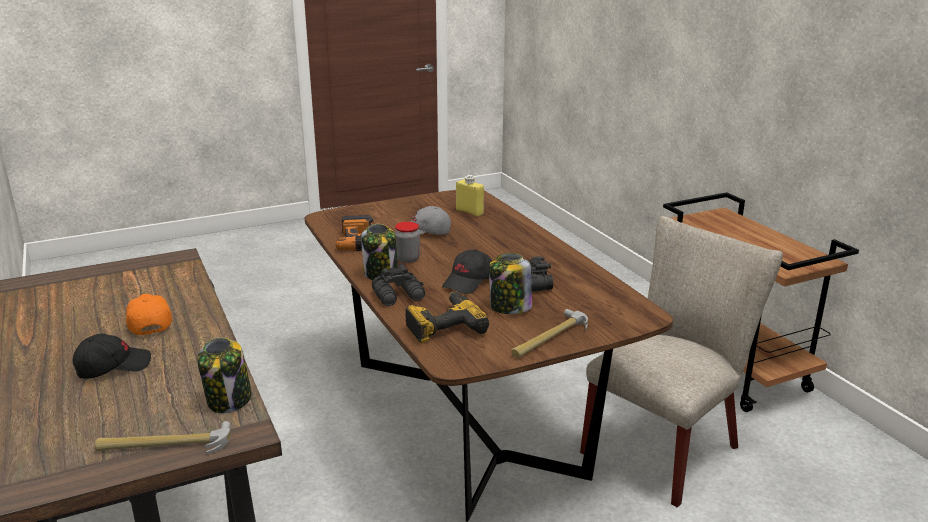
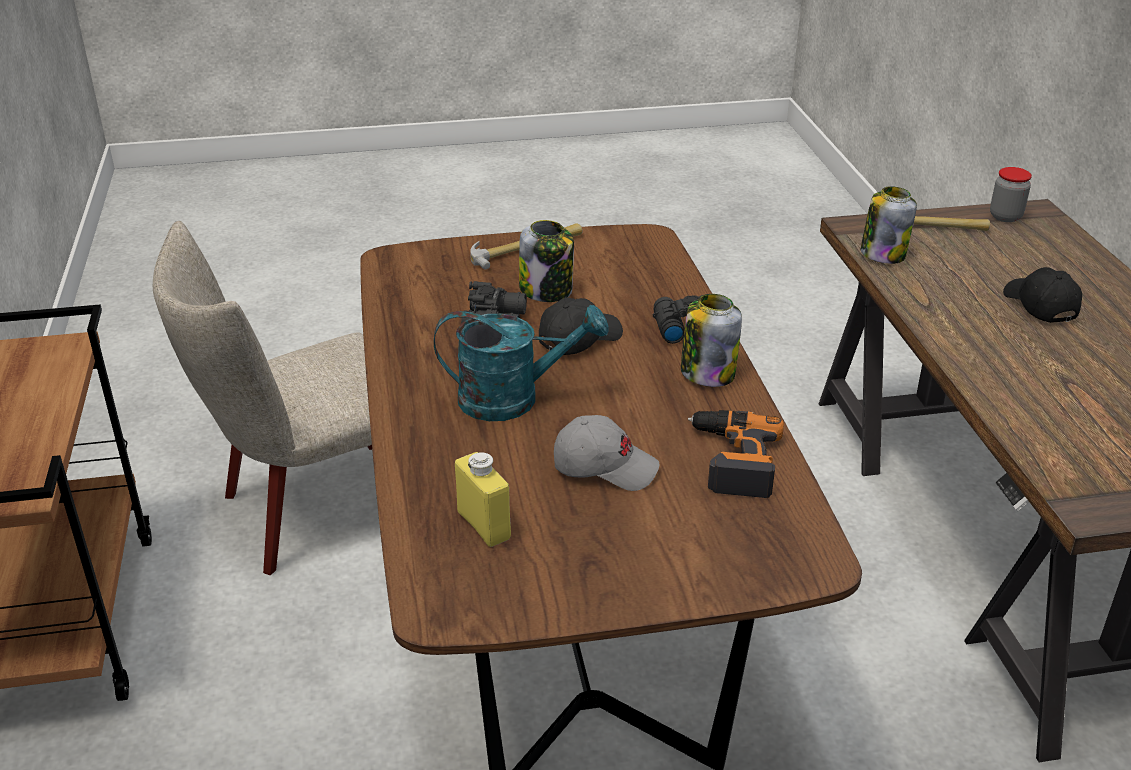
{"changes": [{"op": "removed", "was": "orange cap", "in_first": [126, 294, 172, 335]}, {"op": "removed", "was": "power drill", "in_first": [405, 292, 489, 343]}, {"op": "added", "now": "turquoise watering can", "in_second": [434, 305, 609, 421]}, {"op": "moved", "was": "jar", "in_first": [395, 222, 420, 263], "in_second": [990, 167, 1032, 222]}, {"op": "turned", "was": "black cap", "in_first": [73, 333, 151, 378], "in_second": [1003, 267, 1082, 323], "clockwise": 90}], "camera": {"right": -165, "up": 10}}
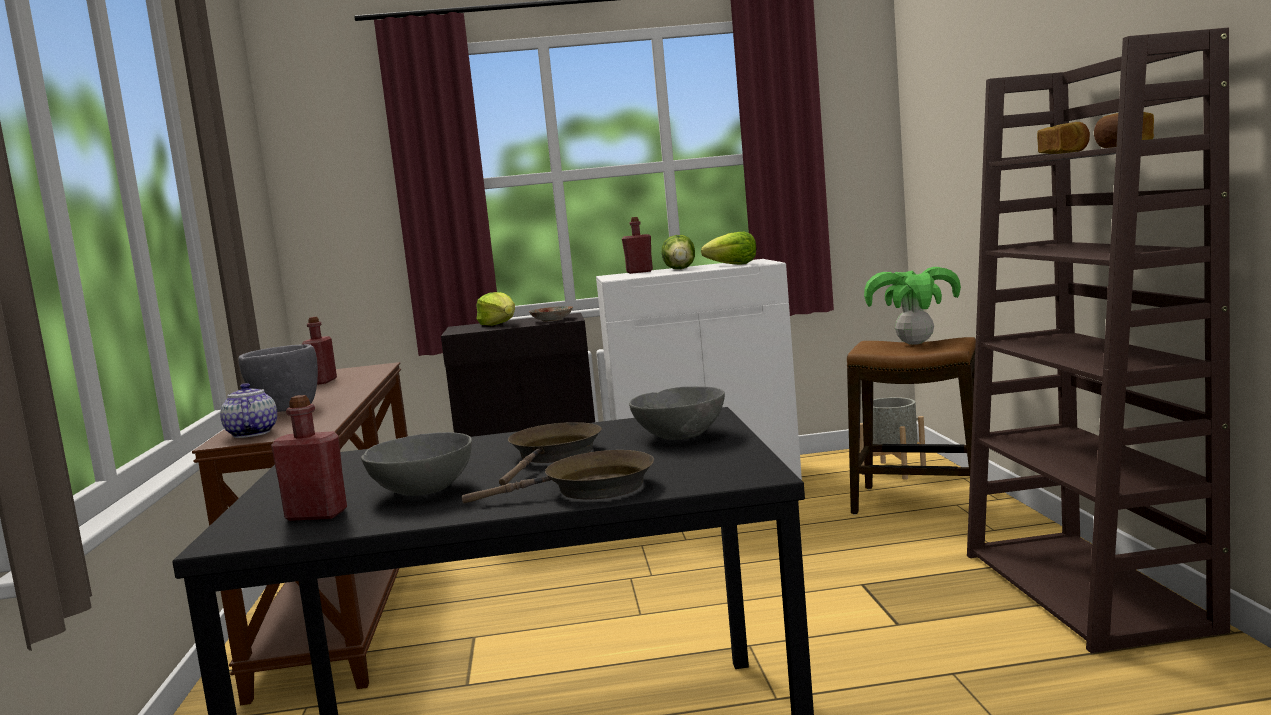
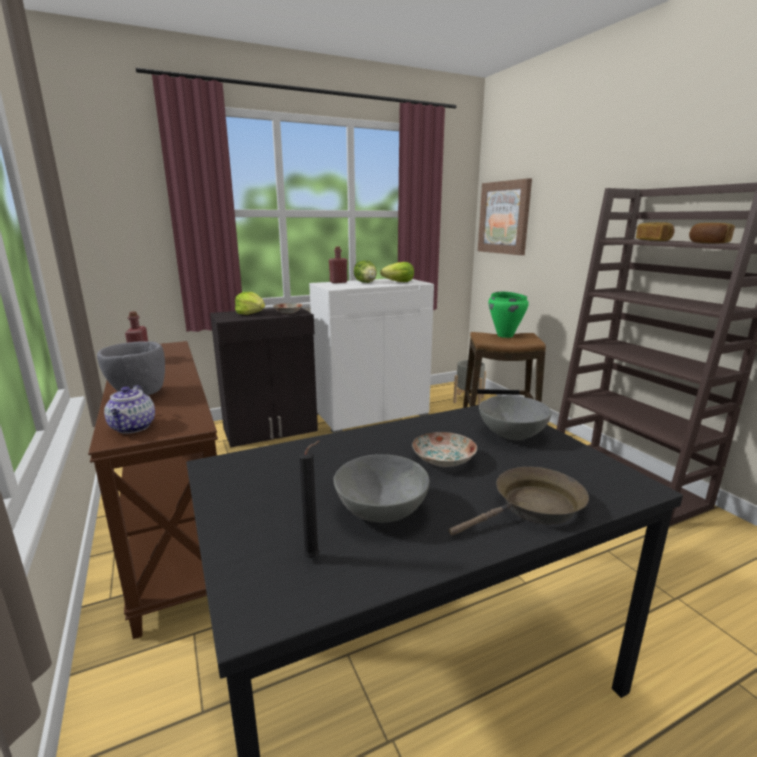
{"changes": [{"op": "added", "now": "picture", "in_second": [478, 178, 532, 255]}, {"op": "replaced", "was": "red bottle", "now": "black candle", "in_first": [271, 395, 347, 521], "in_second": [299, 441, 320, 558]}, {"op": "replaced", "was": "brown frying pan", "now": "plate", "in_first": [499, 422, 602, 486], "in_second": [412, 432, 477, 467]}, {"op": "replaced", "was": "potted plant", "now": "green cooking pot", "in_first": [864, 267, 961, 345], "in_second": [489, 291, 529, 338]}, {"op": "turned", "was": "teapot", "in_first": [220, 383, 277, 438], "in_second": [104, 385, 155, 433], "clockwise": -150}], "camera": {"right": -20, "up": 10}}
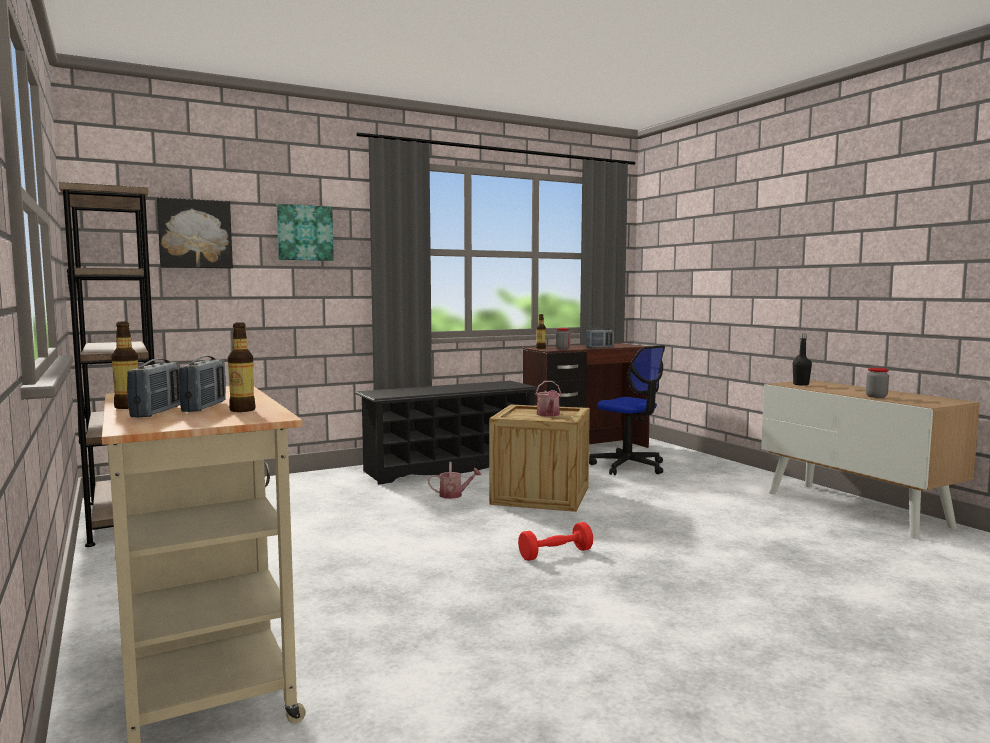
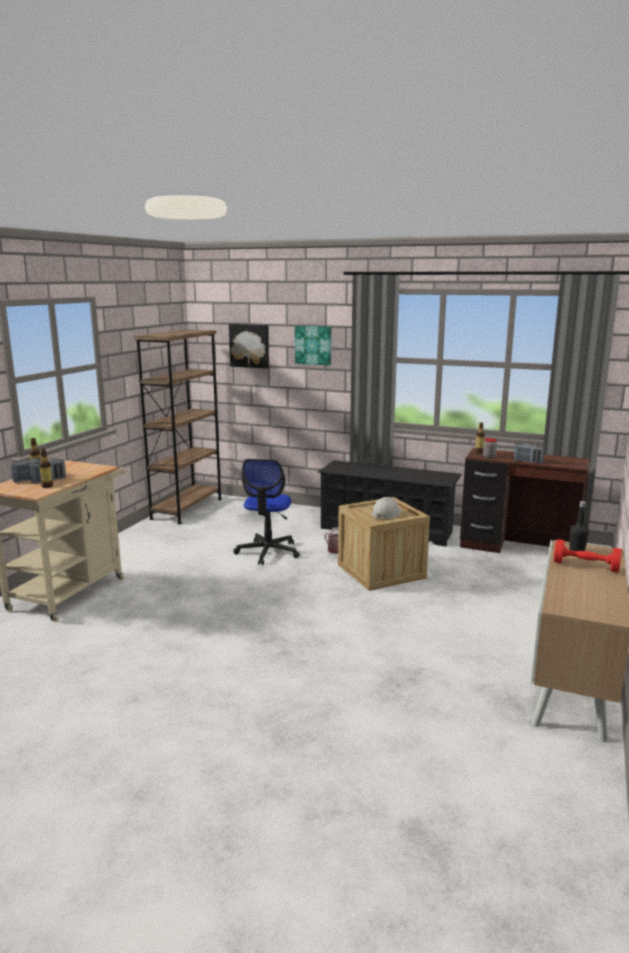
{"changes": [{"op": "removed", "was": "jar", "in_first": [866, 368, 889, 398]}, {"op": "moved", "was": "red dumbbell", "in_first": [518, 522, 593, 561], "in_second": [554, 539, 622, 573]}, {"op": "moved", "was": "office chair", "in_first": [589, 345, 665, 475], "in_second": [233, 459, 300, 565]}, {"op": "replaced", "was": "watering can", "now": "white hard hat", "in_first": [536, 381, 561, 417], "in_second": [371, 497, 402, 520]}], "camera": {"right": 50, "up": 10}}
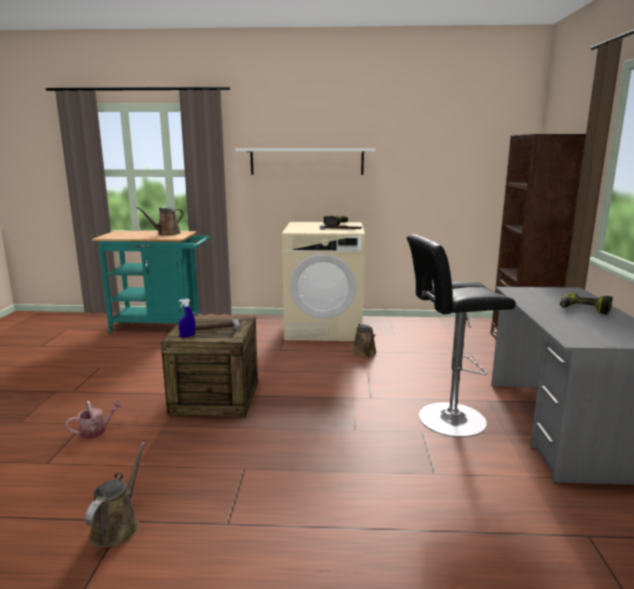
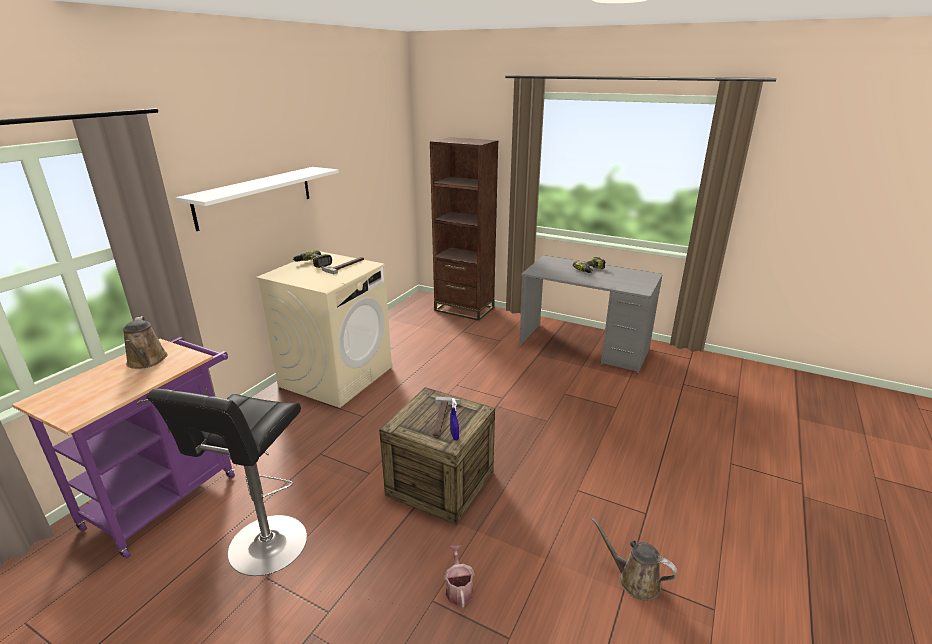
{"changes": [{"op": "removed", "was": "brown watering can", "in_first": [352, 323, 377, 357]}, {"op": "moved", "was": "black stool", "in_first": [406, 234, 516, 437], "in_second": [146, 389, 307, 576]}, {"op": "recoloured", "was": "turquoise cart", "now": "purple cart", "in_first": [92, 231, 210, 333], "in_second": [12, 337, 235, 559]}], "camera": {"right": -65, "up": 10}}
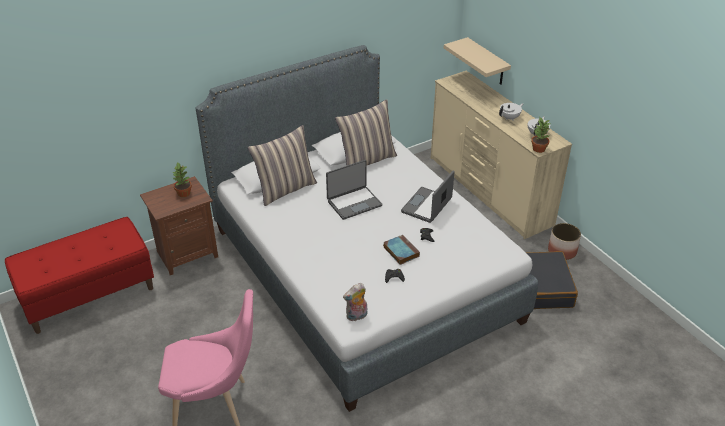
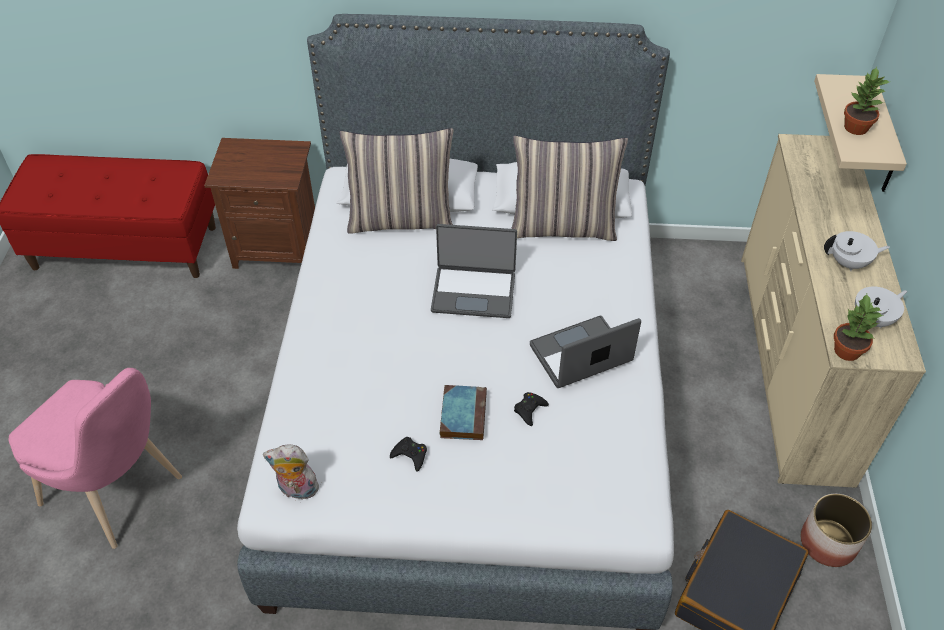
{"changes": [{"op": "moved", "was": "potted plant", "in_first": [173, 163, 192, 197], "in_second": [844, 67, 889, 135]}], "camera": {"right": 35, "up": 10}}
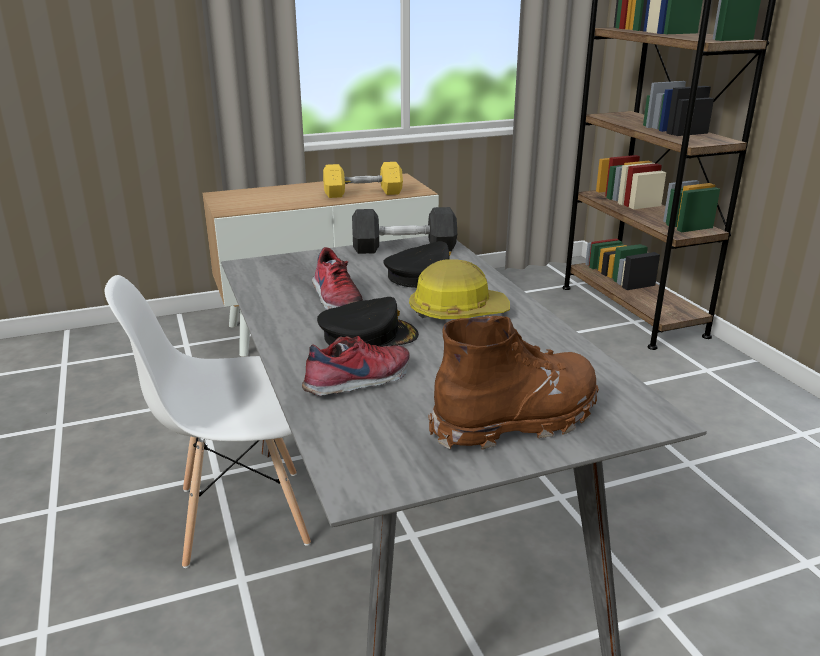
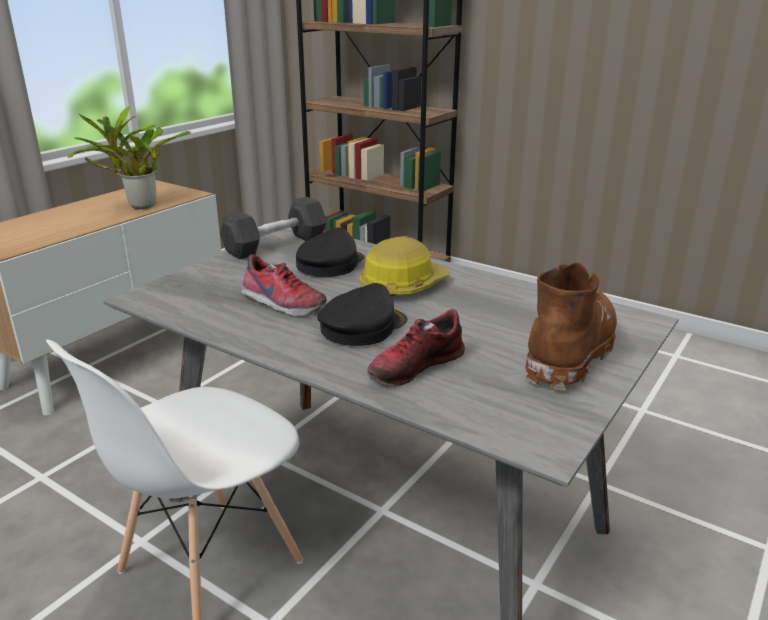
{"changes": [{"op": "replaced", "was": "yellow dumbbell", "now": "potted plant", "in_first": [323, 162, 403, 198], "in_second": [68, 107, 191, 209]}, {"op": "turned", "was": "shoe", "in_first": [302, 336, 410, 396], "in_second": [367, 309, 465, 388], "clockwise": -150}], "camera": {"right": -35, "up": 0}}
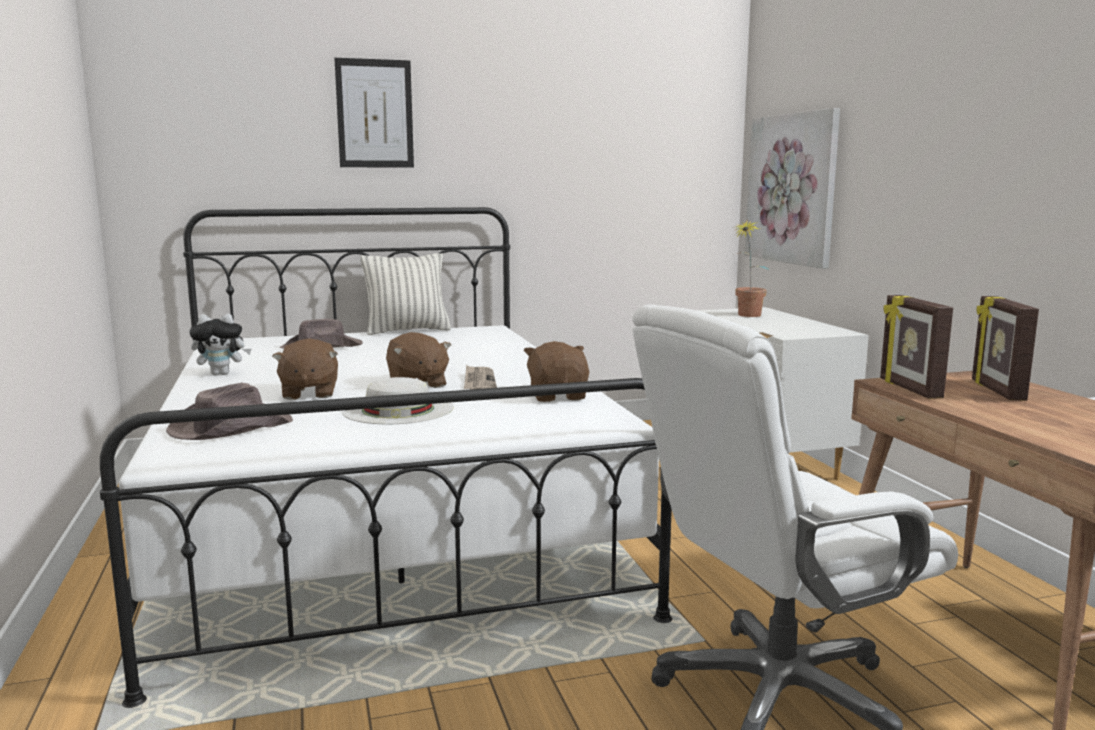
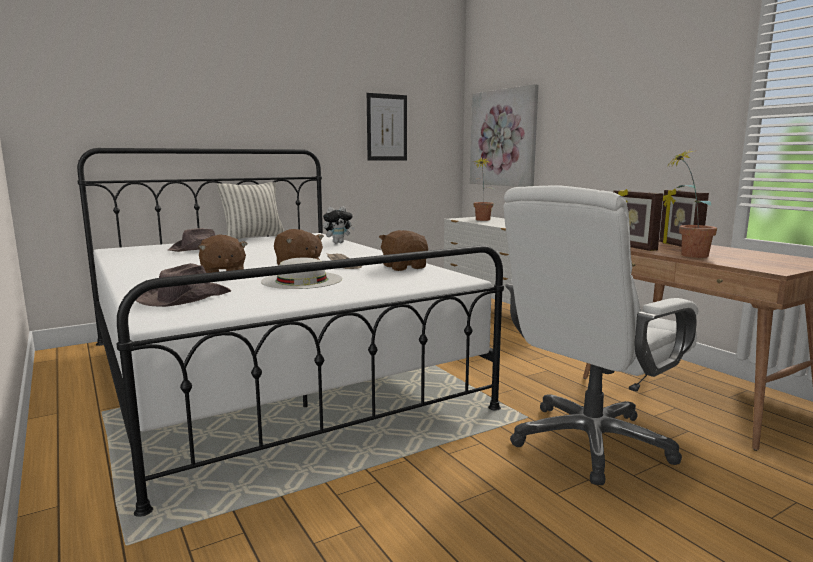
{"changes": [{"op": "added", "now": "potted plant", "in_second": [669, 150, 717, 258]}, {"op": "moved", "was": "plush toy", "in_first": [190, 314, 251, 375], "in_second": [323, 206, 355, 243]}, {"op": "moved", "was": "picture", "in_first": [335, 58, 414, 168], "in_second": [367, 93, 407, 161]}], "camera": {"right": -15, "up": 0}}
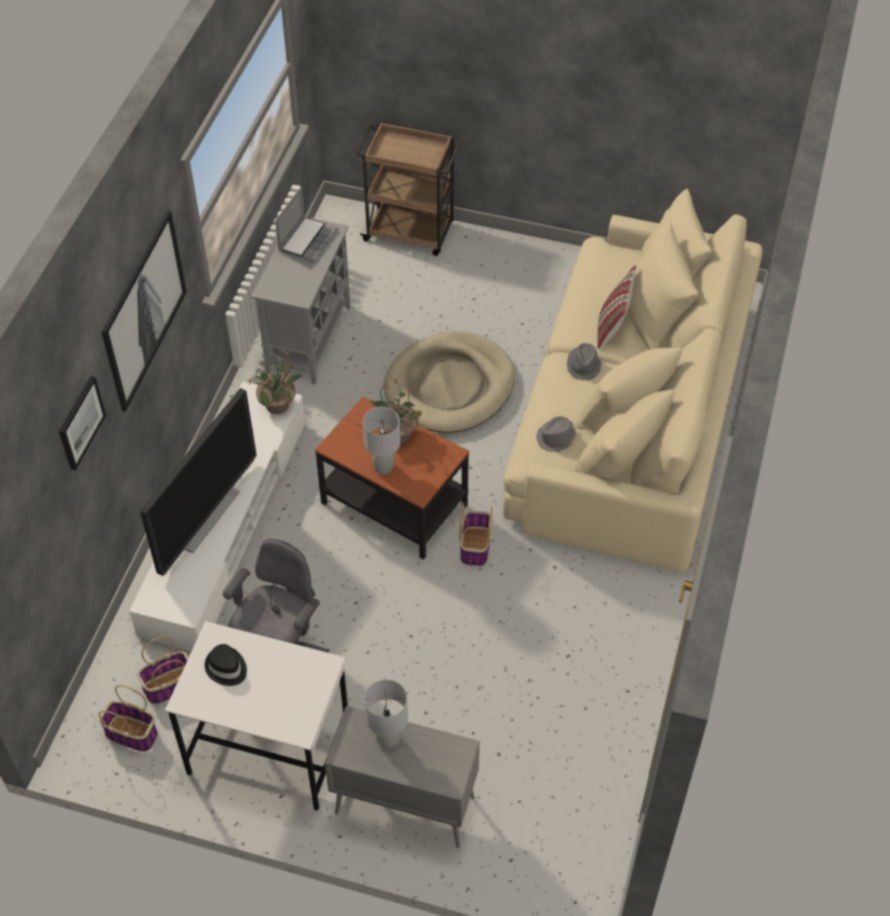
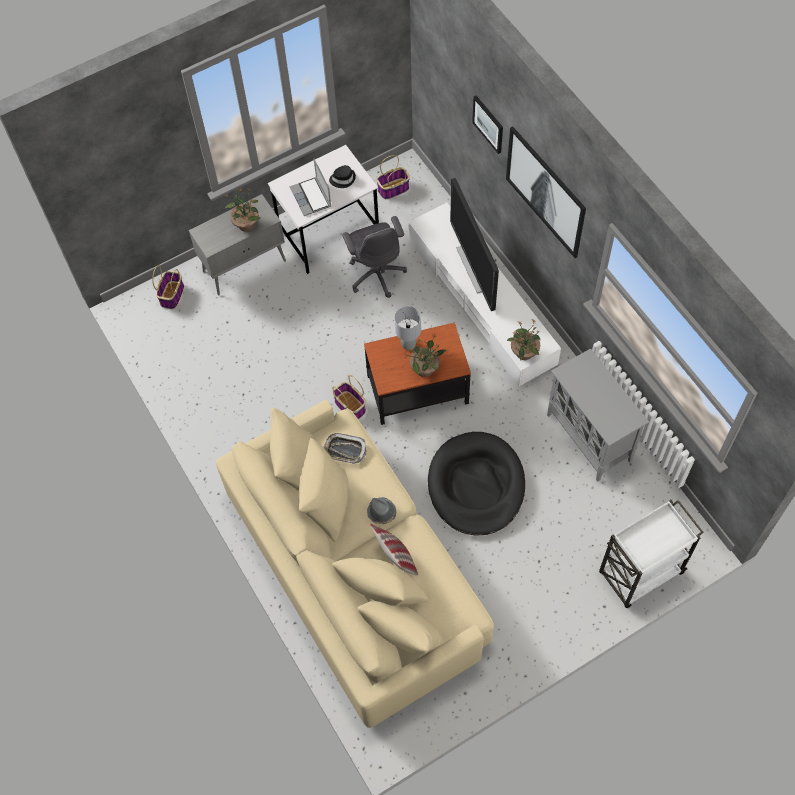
{"changes": [{"op": "moved", "was": "basket", "in_first": [137, 636, 189, 704], "in_second": [152, 265, 184, 309]}, {"op": "moved", "was": "laptop", "in_first": [275, 187, 338, 262], "in_second": [290, 159, 331, 216]}, {"op": "replaced", "was": "grey table lamp", "now": "potted plant", "in_first": [364, 679, 408, 749], "in_second": [225, 189, 260, 232]}, {"op": "replaced", "was": "grey hat", "now": "tray", "in_first": [536, 416, 576, 452], "in_second": [324, 433, 366, 464]}, {"op": "recoloured", "was": "brown cart", "now": "white cart", "in_first": [356, 122, 461, 256], "in_second": [599, 500, 704, 608]}, {"op": "recoloured", "was": "beige dog bed", "now": "black dog bed", "in_first": [384, 331, 515, 433], "in_second": [428, 432, 525, 535]}], "camera": {"right": 135, "up": 10}}
